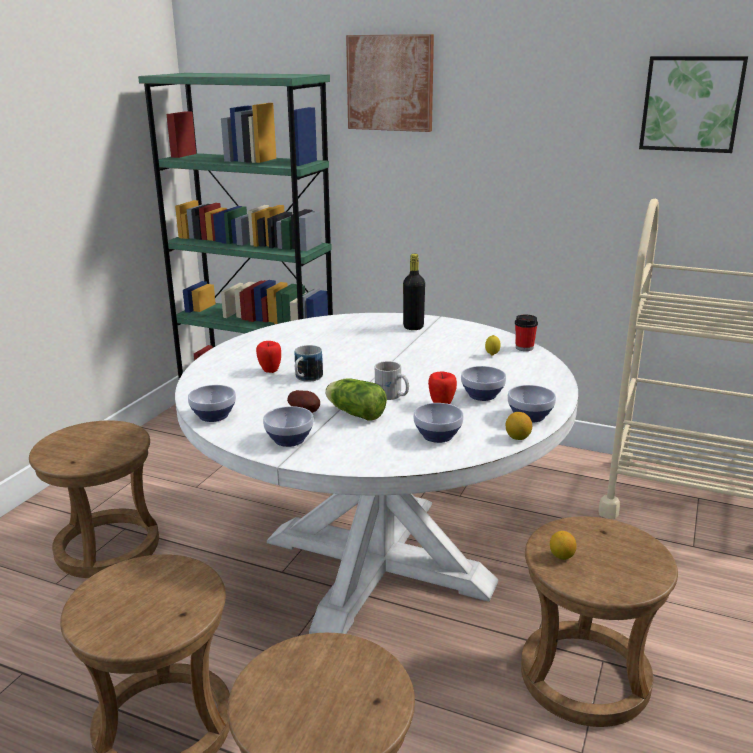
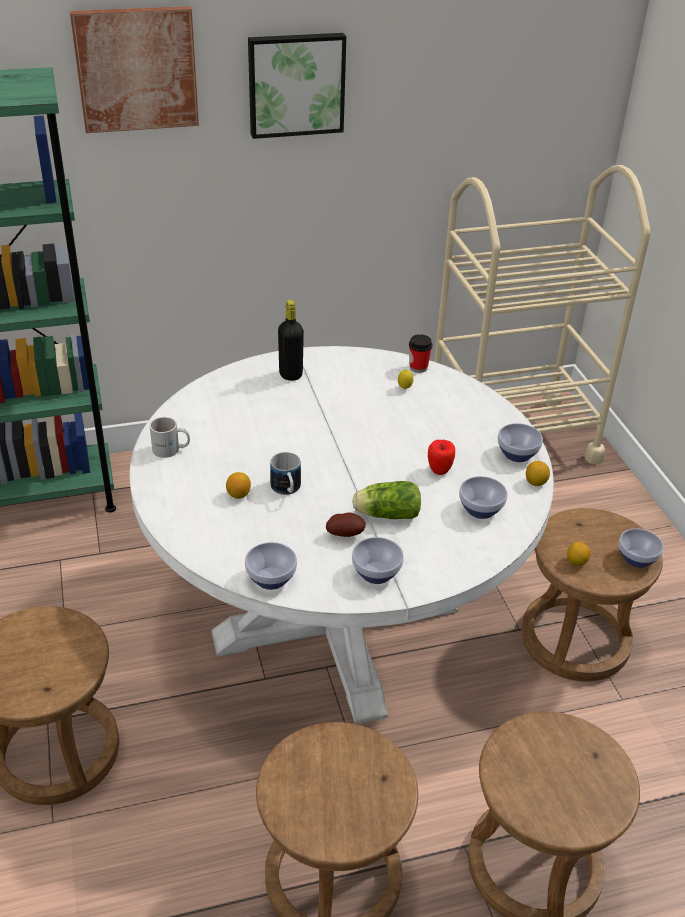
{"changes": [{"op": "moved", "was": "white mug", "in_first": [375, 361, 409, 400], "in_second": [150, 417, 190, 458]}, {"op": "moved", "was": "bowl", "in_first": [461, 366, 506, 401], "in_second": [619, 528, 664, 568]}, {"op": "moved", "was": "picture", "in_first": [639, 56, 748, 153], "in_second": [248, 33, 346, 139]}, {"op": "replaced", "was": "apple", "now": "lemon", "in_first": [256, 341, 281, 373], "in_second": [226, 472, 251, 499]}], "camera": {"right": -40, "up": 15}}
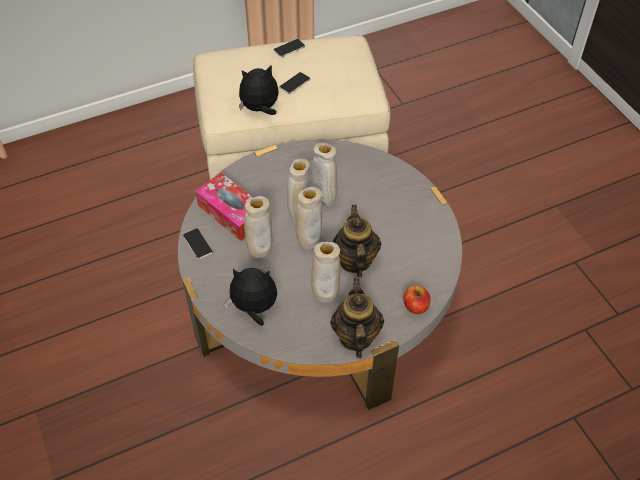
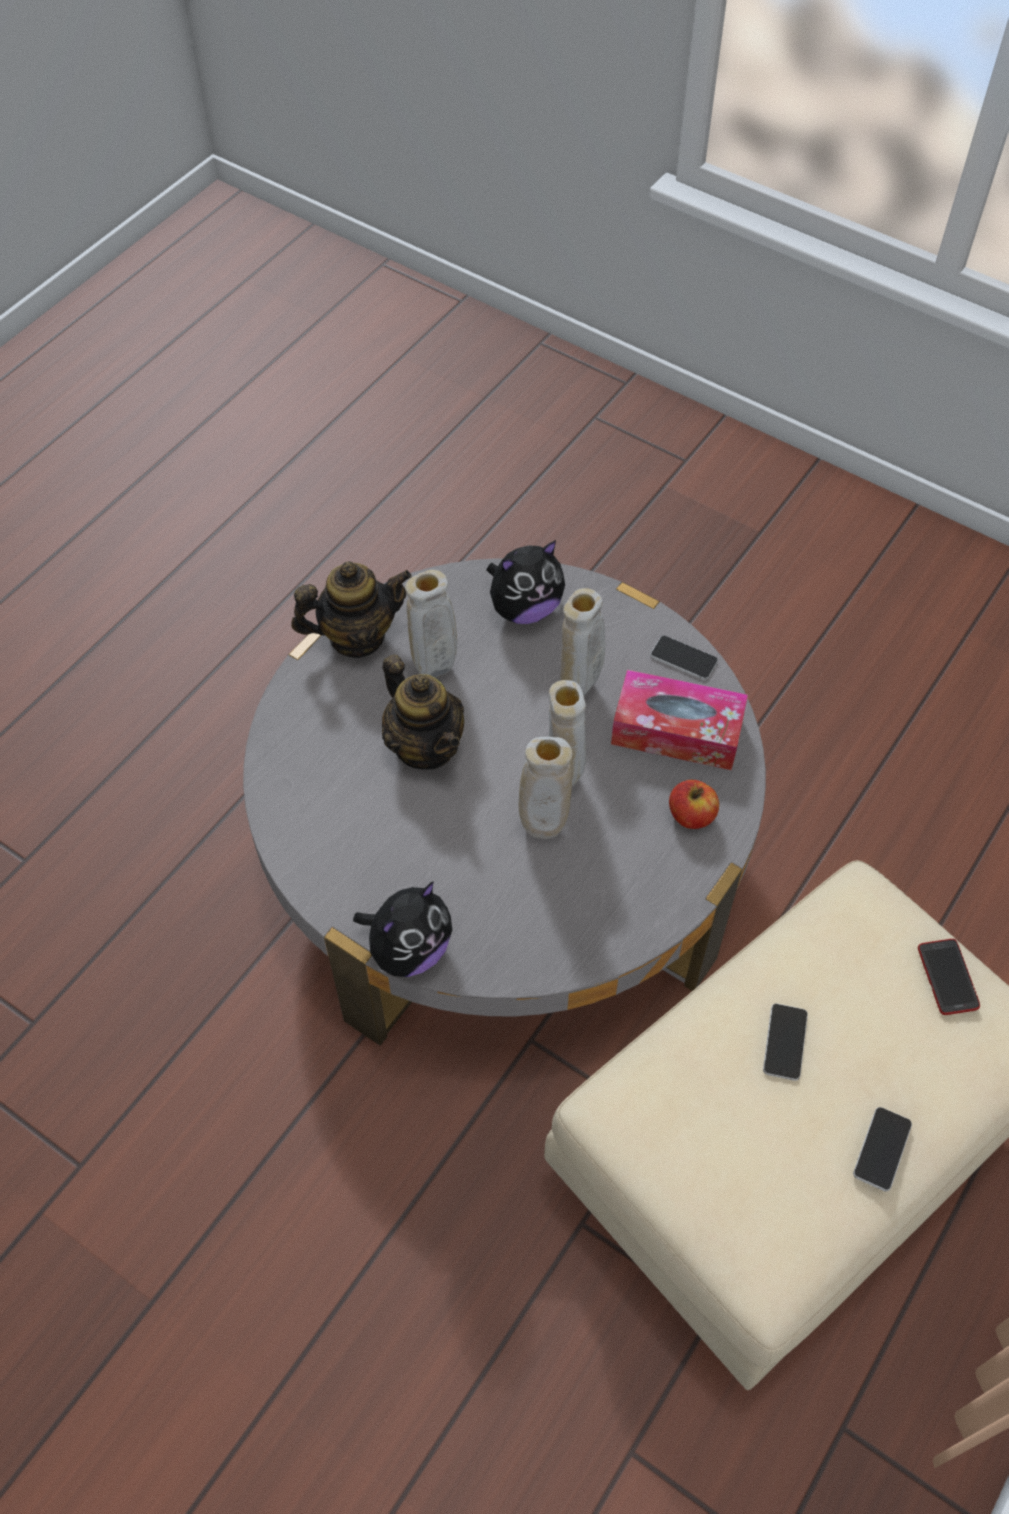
{"changes": [{"op": "removed", "was": "beige vase", "in_first": [295, 187, 322, 250]}, {"op": "added", "now": "phone", "in_second": [918, 939, 980, 1015]}, {"op": "moved", "was": "plush toy", "in_first": [239, 65, 278, 115], "in_second": [353, 881, 452, 977]}, {"op": "moved", "was": "apple", "in_first": [403, 285, 431, 314], "in_second": [669, 780, 719, 829]}, {"op": "turned", "was": "teapot", "in_first": [330, 278, 384, 358], "in_second": [291, 561, 412, 658], "clockwise": -75}], "camera": {"right": 150, "up": 5}}
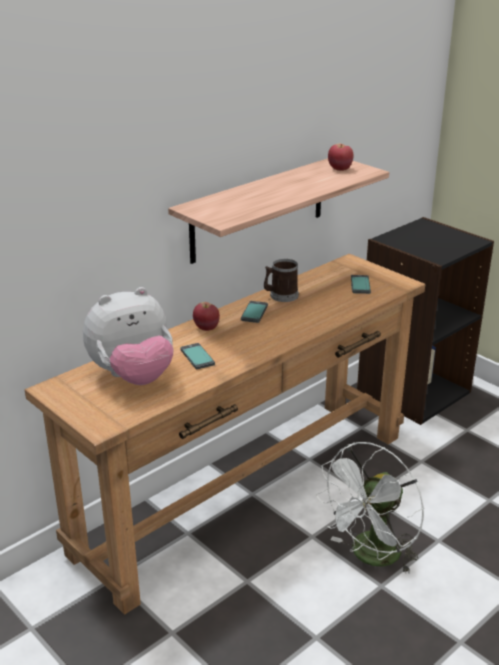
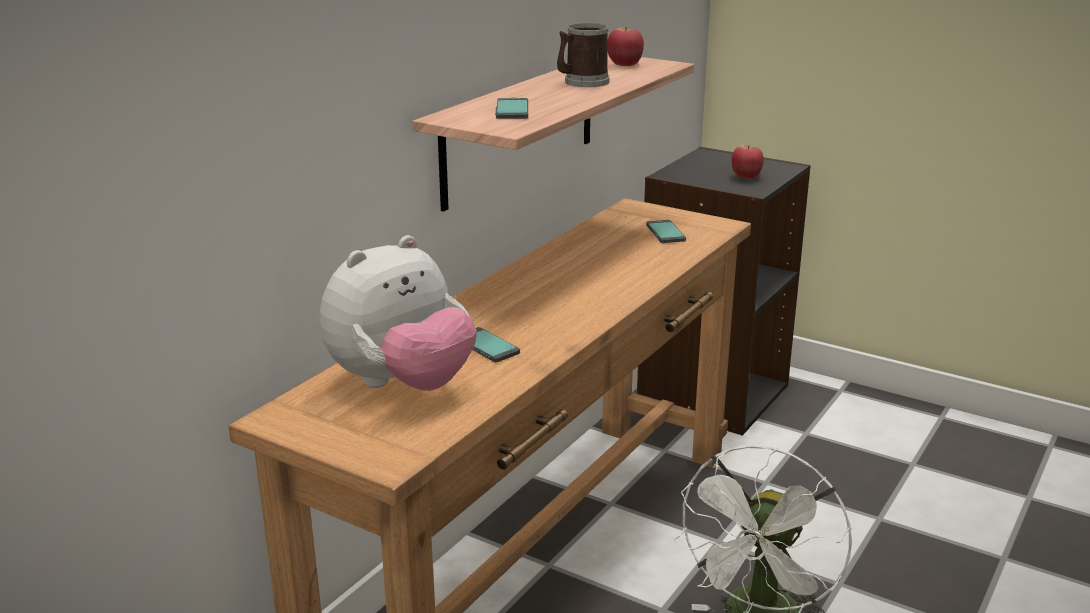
{"changes": [{"op": "moved", "was": "apple", "in_first": [193, 302, 220, 331], "in_second": [732, 145, 764, 179]}, {"op": "moved", "was": "phone", "in_first": [241, 301, 268, 323], "in_second": [495, 98, 528, 119]}, {"op": "moved", "was": "mug", "in_first": [264, 259, 299, 302], "in_second": [557, 23, 609, 87]}], "camera": {"right": -15, "up": -5}}
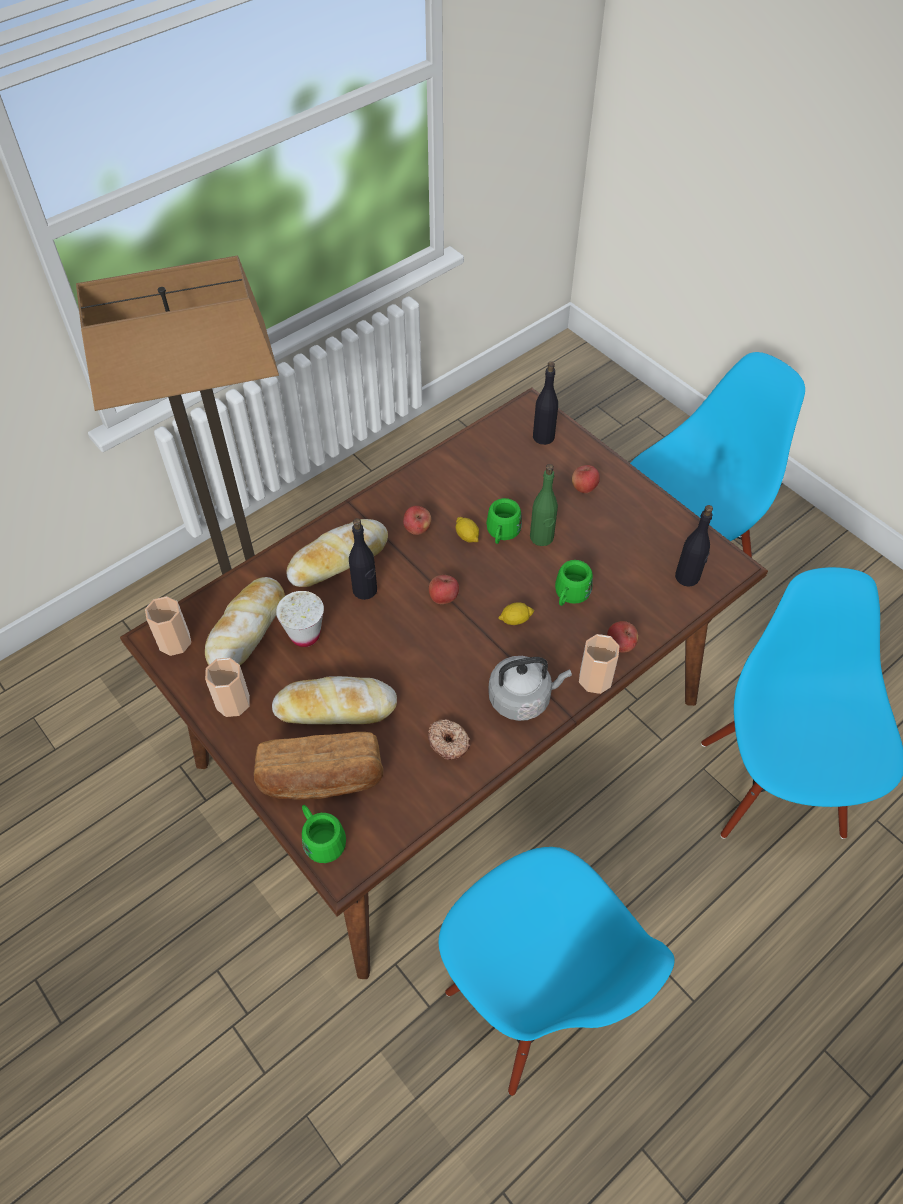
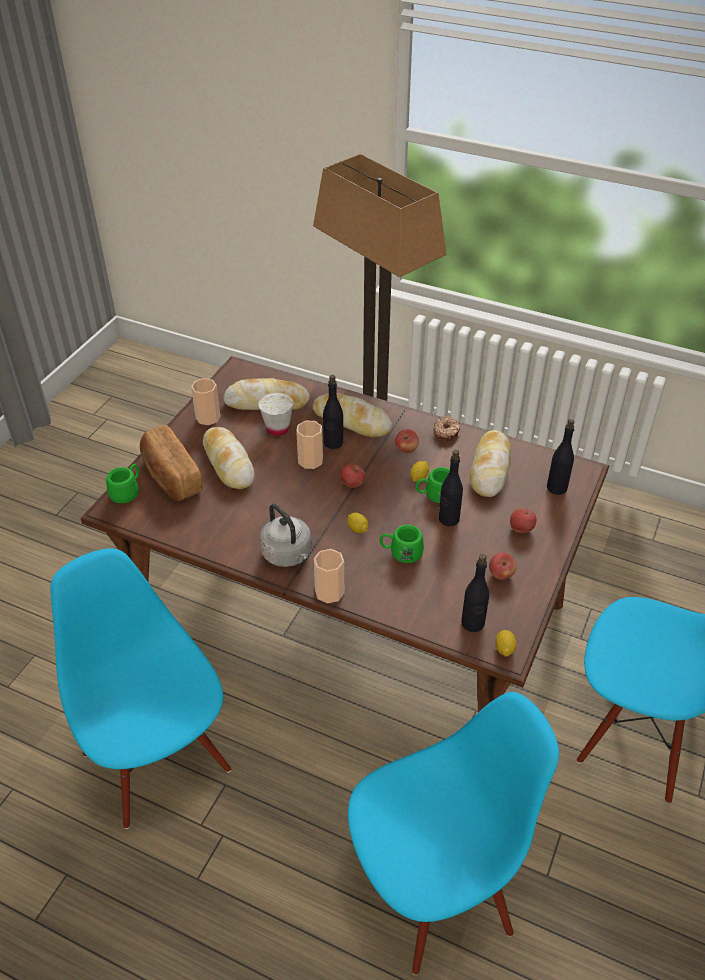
{"changes": [{"op": "added", "now": "bread", "in_second": [470, 430, 511, 497]}, {"op": "added", "now": "lemon", "in_second": [495, 630, 517, 657]}, {"op": "moved", "was": "cup", "in_first": [145, 596, 191, 656], "in_second": [296, 421, 323, 469]}, {"op": "moved", "was": "donut", "in_first": [428, 719, 471, 760], "in_second": [433, 416, 460, 441]}, {"op": "moved", "was": "apple", "in_first": [607, 621, 638, 652], "in_second": [489, 552, 517, 580]}, {"op": "recoloured", "was": "green bottle", "now": "black bottle", "in_first": [530, 464, 558, 546], "in_second": [439, 450, 463, 526]}, {"op": "turned", "was": "blue chair", "in_first": [438, 847, 675, 1096], "in_second": [50, 548, 231, 829], "clockwise": 120}], "camera": {"right": 65, "up": -10}}
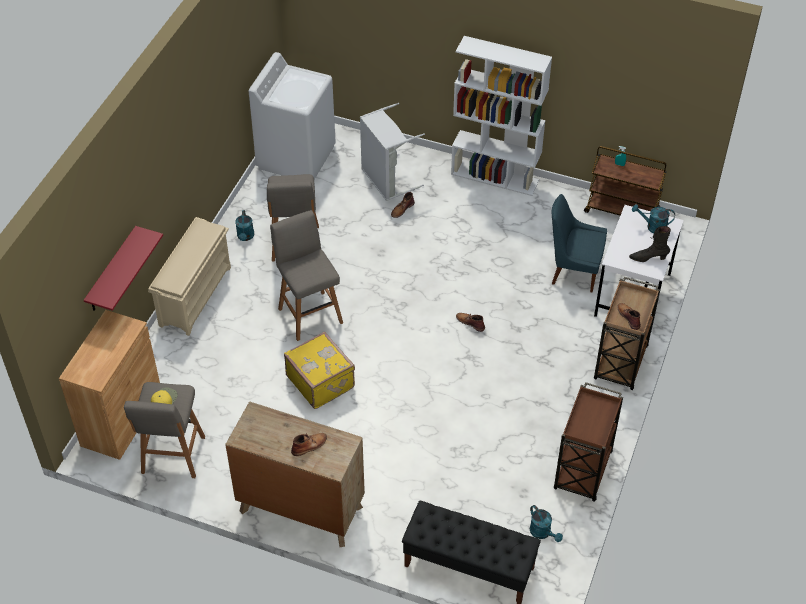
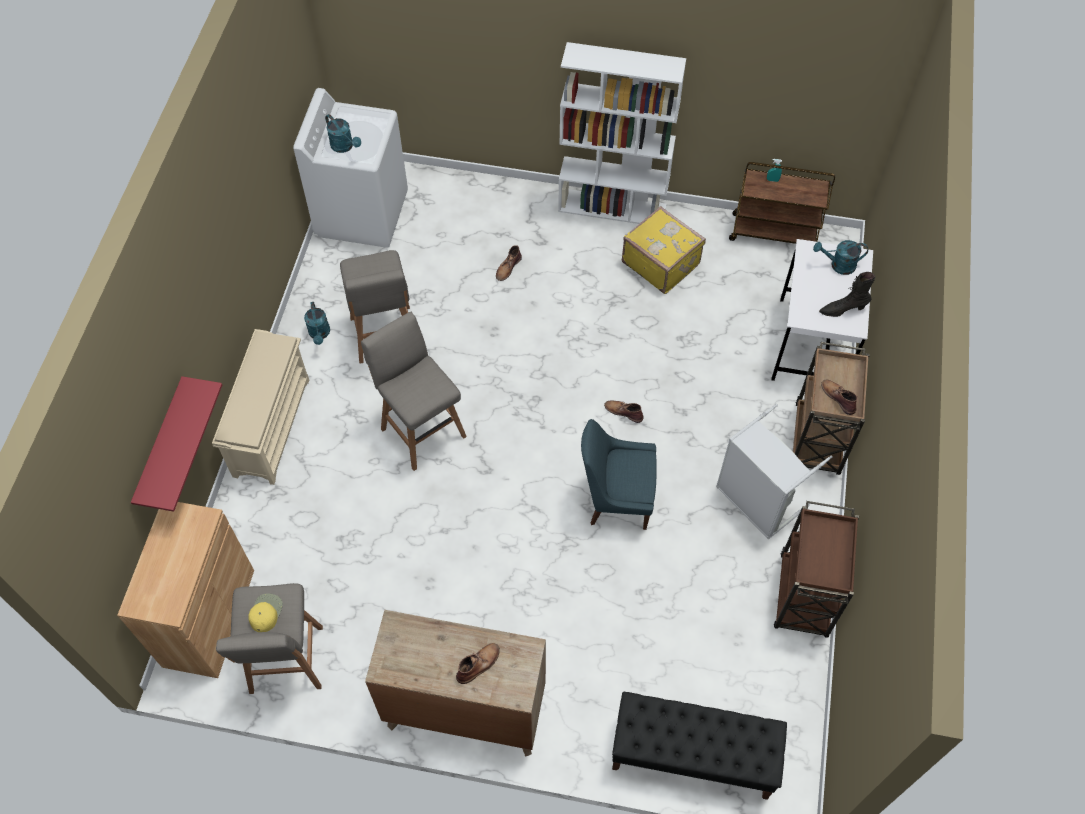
{"changes": [{"op": "moved", "was": "yellow suitcase", "in_first": [284, 332, 355, 409], "in_second": [622, 206, 706, 294]}, {"op": "moved", "was": "grey laundry basket", "in_first": [360, 103, 425, 201], "in_second": [716, 404, 833, 539]}, {"op": "moved", "was": "turquoise watering can", "in_first": [530, 505, 563, 542], "in_second": [325, 114, 361, 153]}, {"op": "moved", "was": "blue chair", "in_first": [552, 194, 607, 292], "in_second": [581, 419, 657, 530]}], "camera": {"right": -10, "up": 10}}
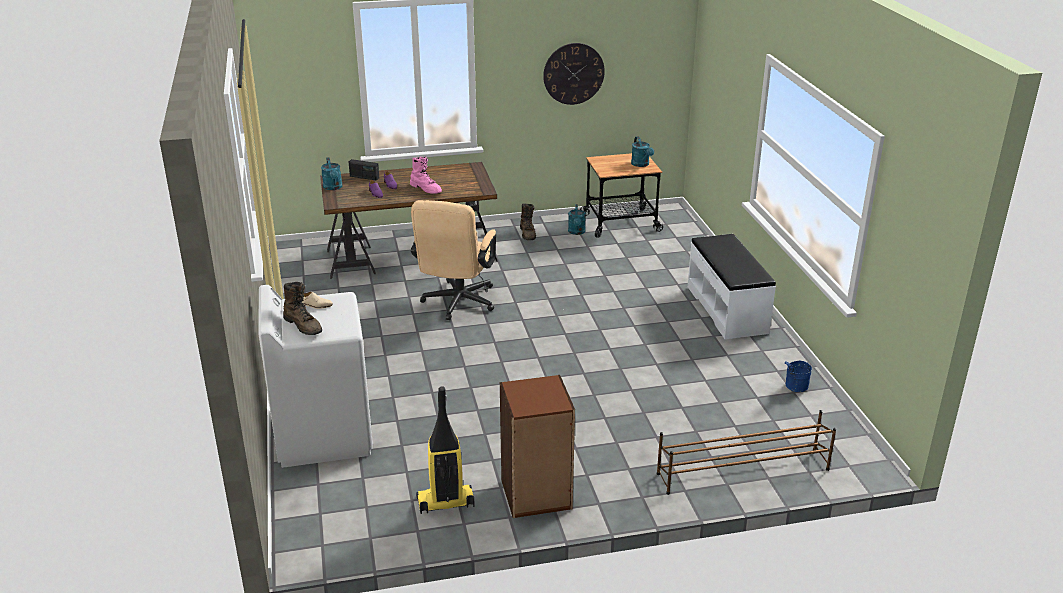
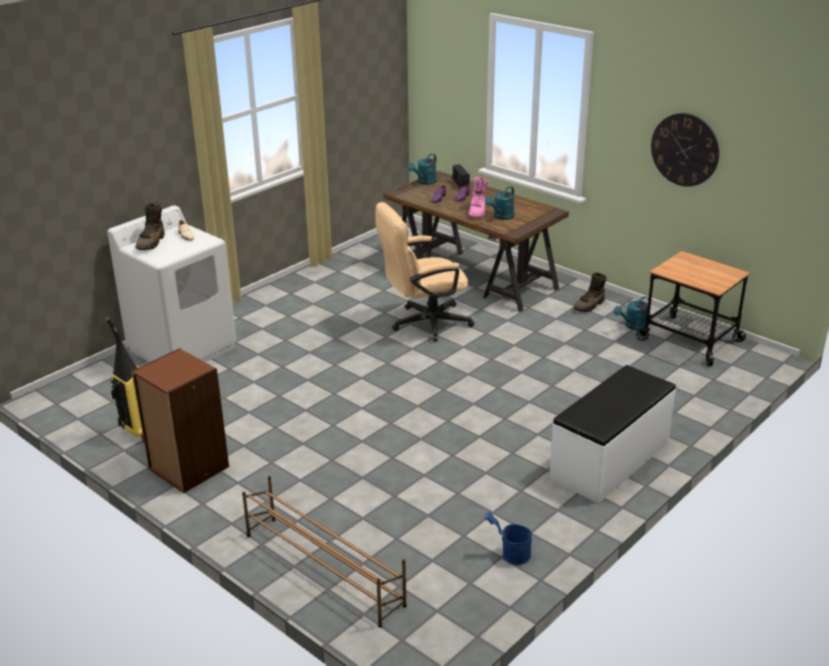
{"changes": [{"op": "moved", "was": "turquoise watering can", "in_first": [631, 136, 654, 167], "in_second": [485, 186, 514, 220]}], "camera": {"right": 55, "up": 0}}
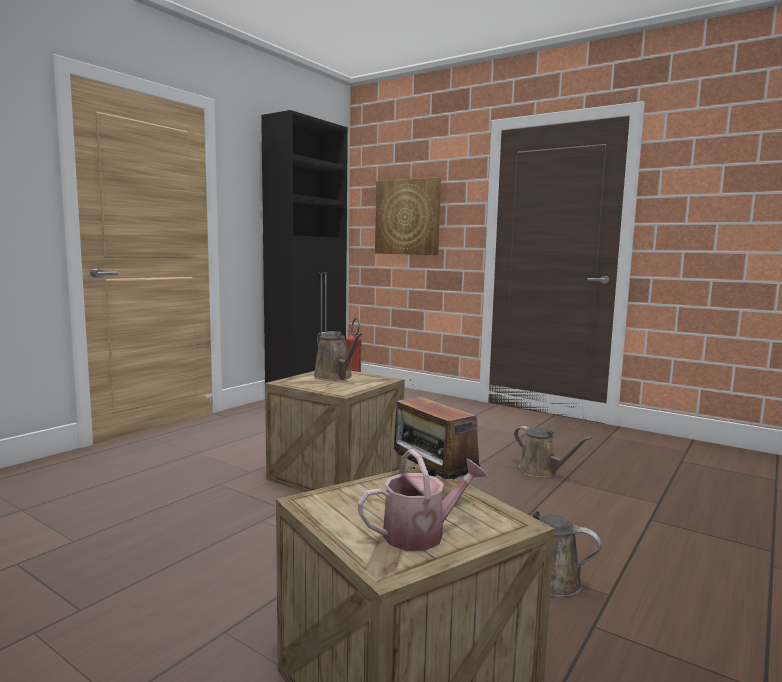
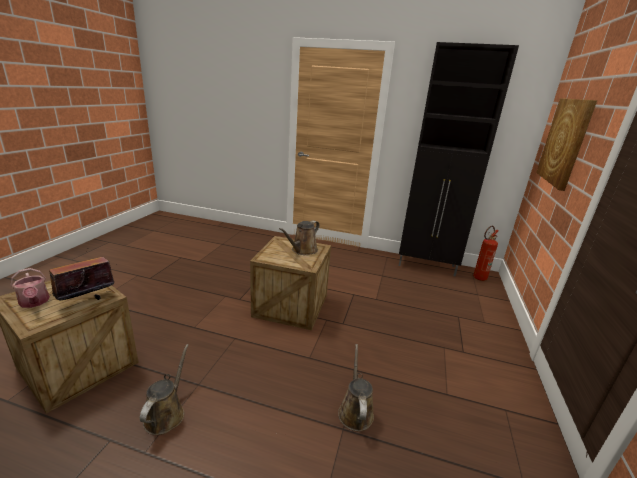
{"changes": [{"op": "turned", "was": "brown watering can", "in_first": [514, 426, 592, 478], "in_second": [338, 344, 374, 431], "clockwise": 150}], "camera": {"right": 70, "up": 15}}
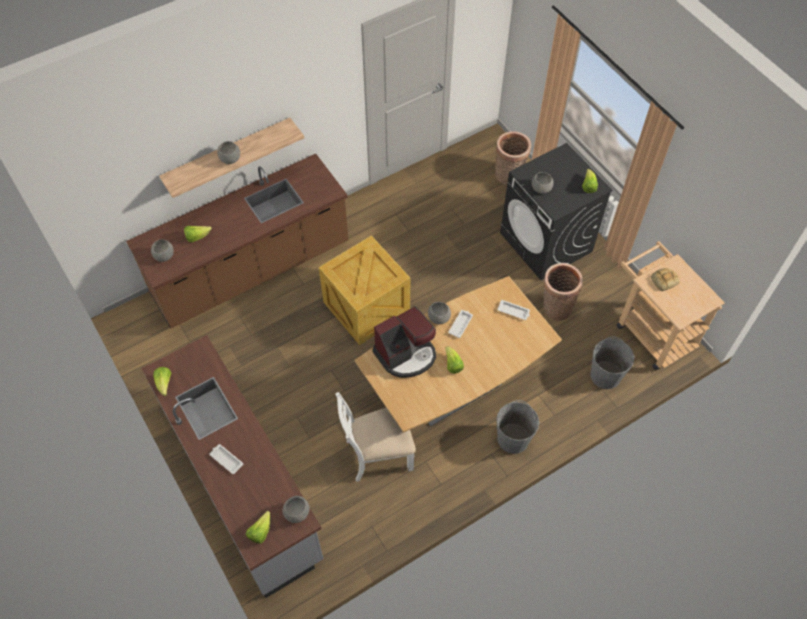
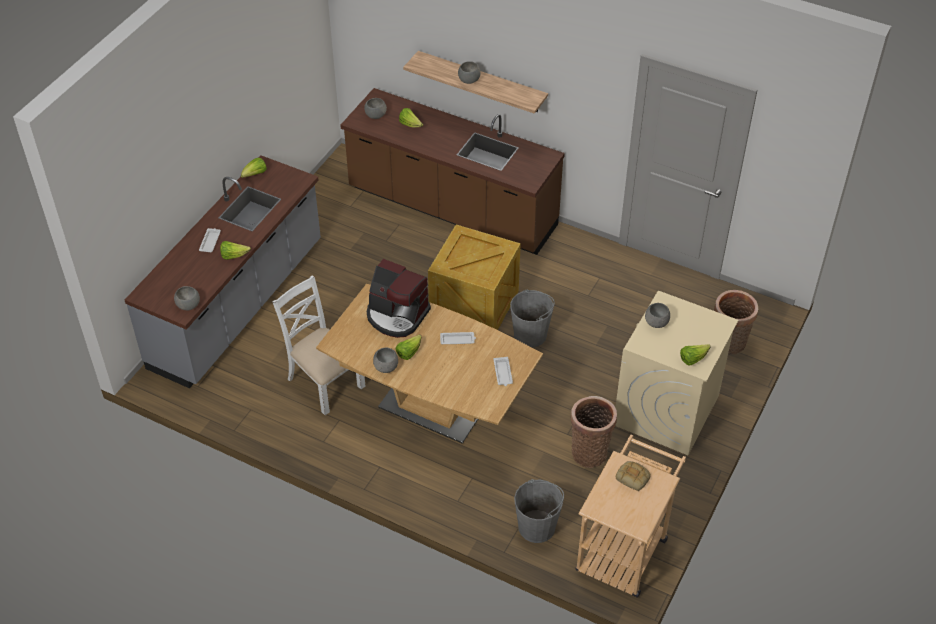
{"changes": [{"op": "moved", "was": "lettuce", "in_first": [246, 511, 271, 544], "in_second": [220, 241, 251, 260]}, {"op": "moved", "was": "grey bowl", "in_first": [428, 302, 451, 324], "in_second": [373, 348, 398, 373]}, {"op": "moved", "was": "grey bucket", "in_first": [496, 400, 540, 454], "in_second": [510, 290, 555, 347]}, {"op": "recoloured", "was": "black washing machine", "now": "beige washing machine", "in_first": [500, 143, 613, 280], "in_second": [615, 291, 738, 455]}], "camera": {"right": 60, "up": -10}}
